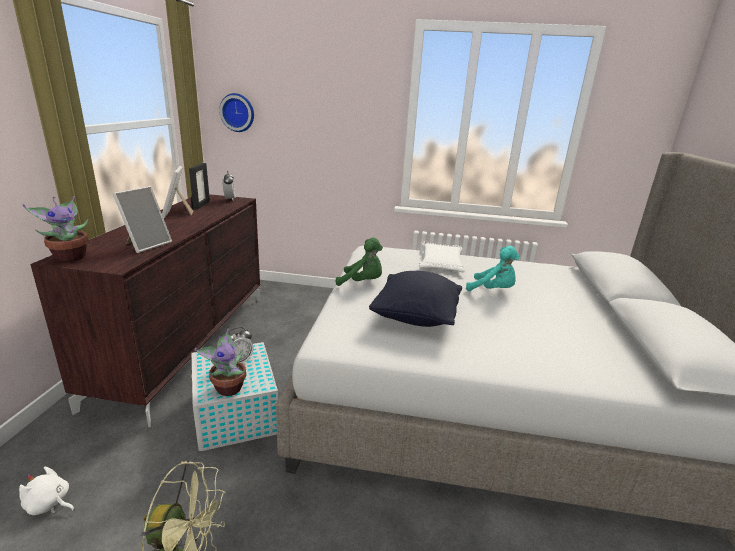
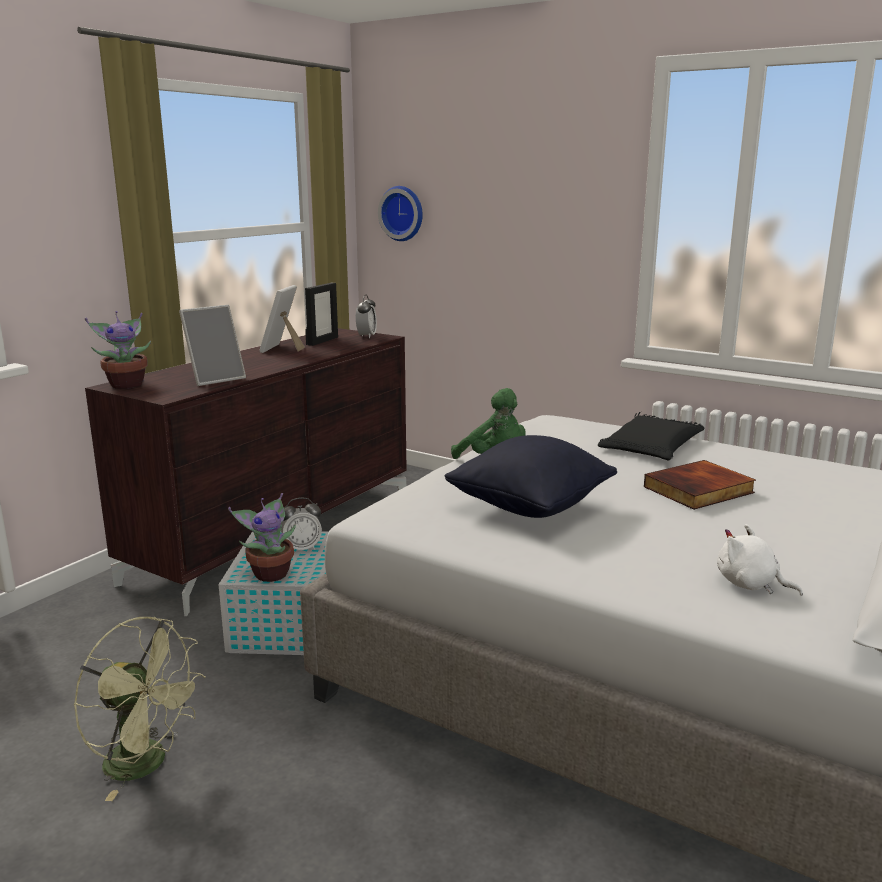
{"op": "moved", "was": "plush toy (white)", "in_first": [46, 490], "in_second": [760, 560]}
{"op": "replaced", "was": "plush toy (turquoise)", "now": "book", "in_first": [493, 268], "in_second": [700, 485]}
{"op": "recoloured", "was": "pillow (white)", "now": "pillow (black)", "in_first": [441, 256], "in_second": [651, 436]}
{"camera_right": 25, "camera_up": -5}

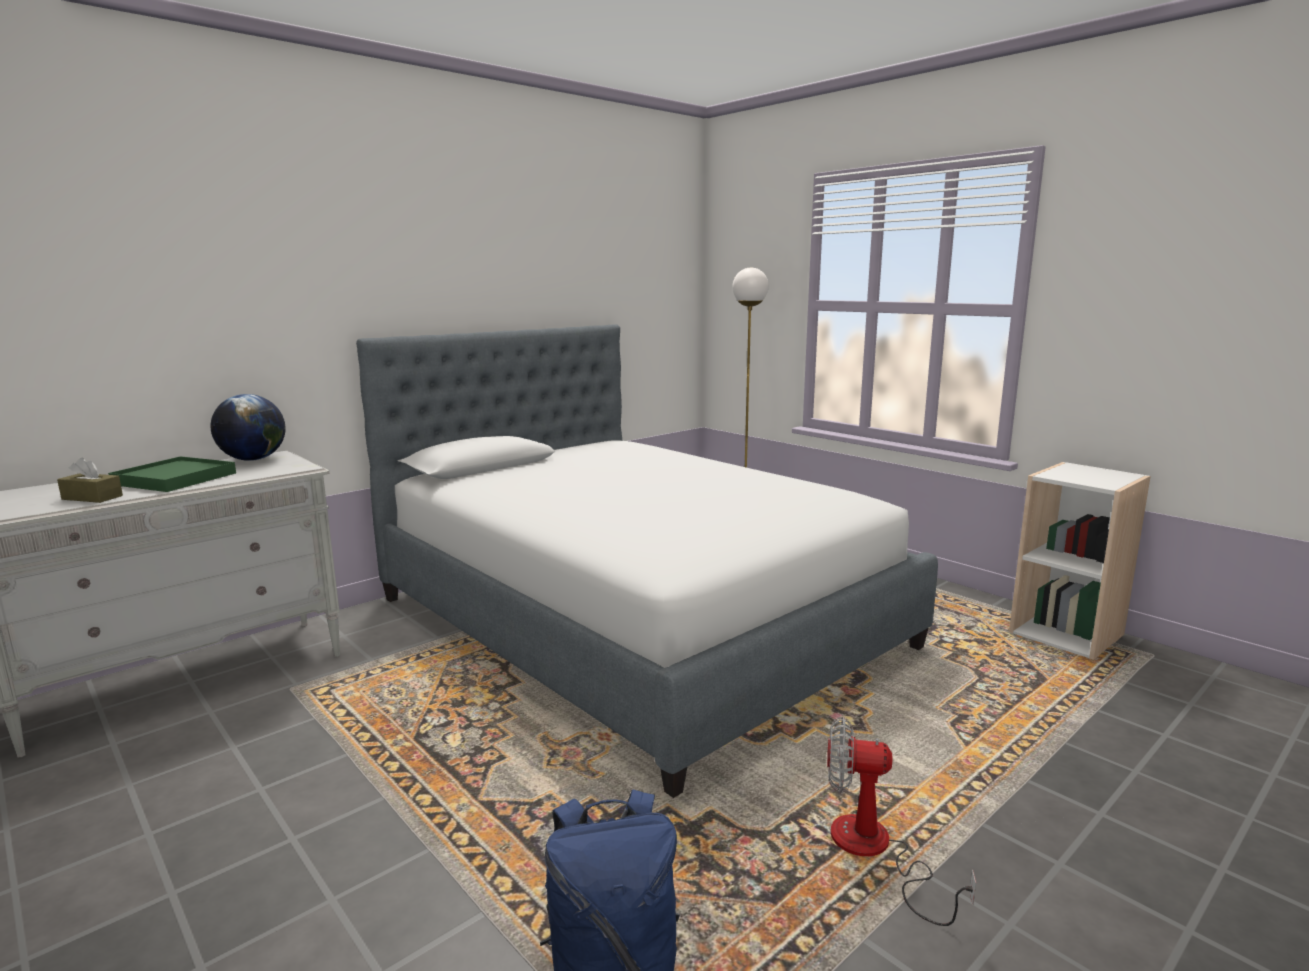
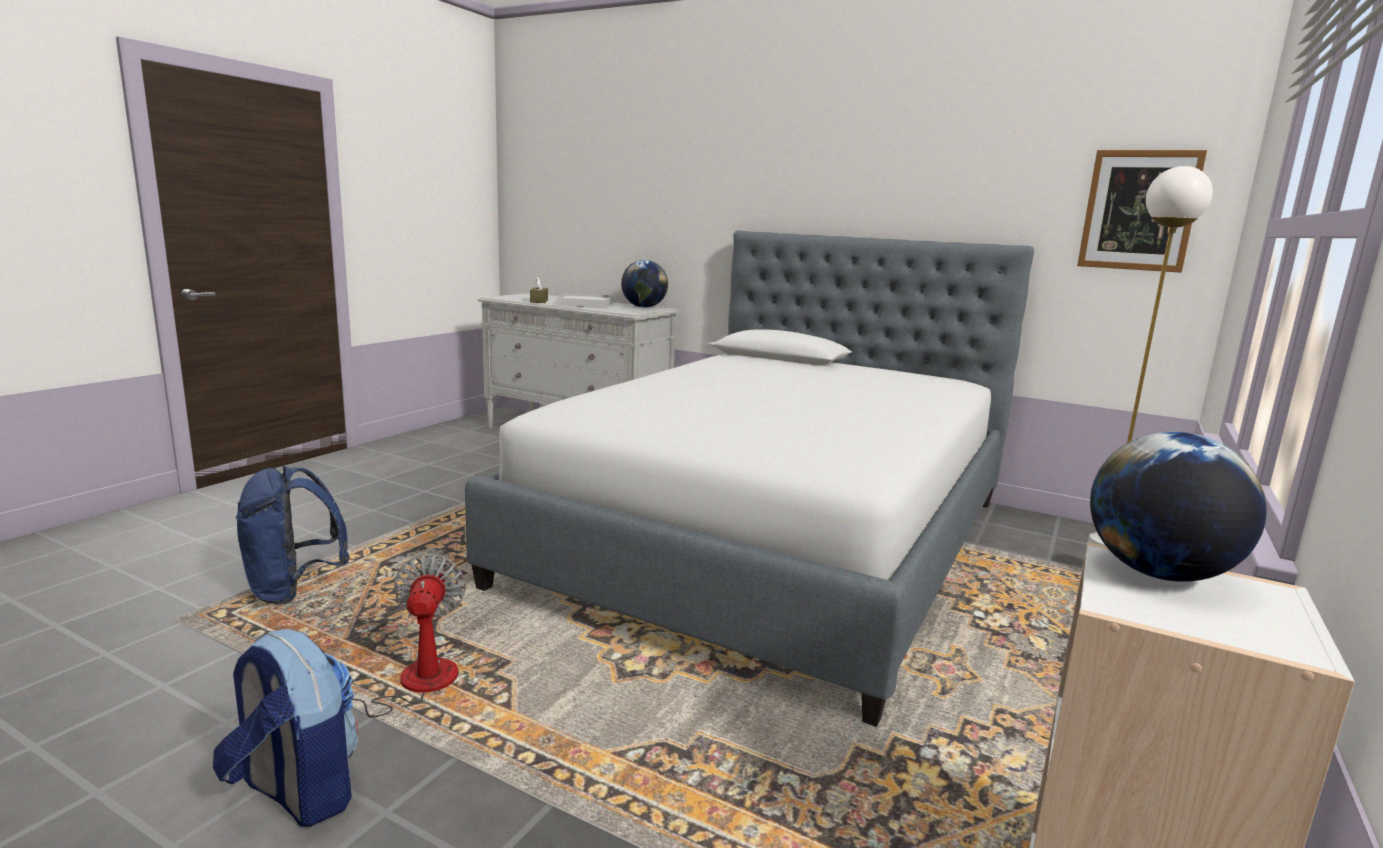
{"op": "added", "now": "backpack", "in_second": [285, 728]}
{"op": "added", "now": "picture", "in_second": [1142, 211]}
{"op": "added", "now": "globe", "in_second": [1178, 507]}
{"op": "recoloured", "was": "tray (green)", "now": "tray (white)", "in_first": [172, 474], "in_second": [584, 300]}
{"camera_right": 70, "camera_up": 0}

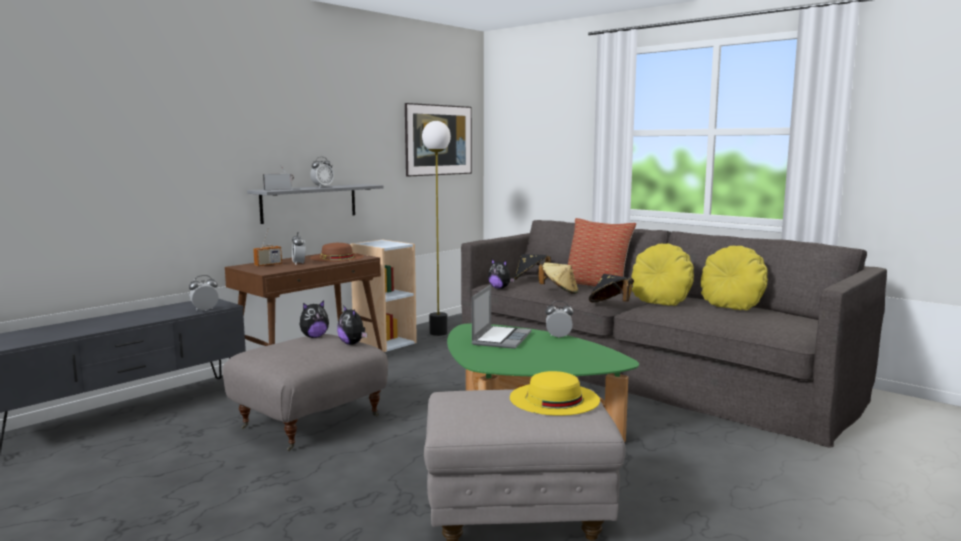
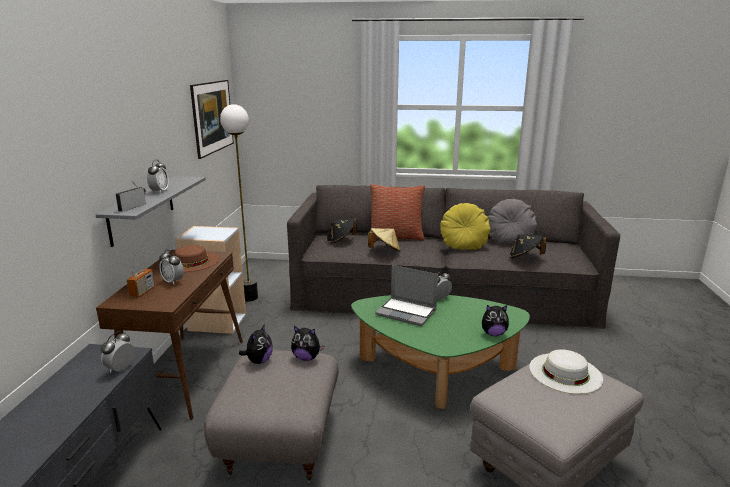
{"op": "moved", "was": "plush toy", "in_first": [501, 274], "in_second": [495, 320]}
{"op": "moved", "was": "hat (black)", "in_first": [611, 288], "in_second": [528, 246]}
{"op": "recoloured", "was": "hat (yellow)", "now": "hat (white)", "in_first": [555, 393], "in_second": [566, 371]}
{"op": "recoloured", "was": "pillow (yellow)", "now": "pillow (grey)", "in_first": [734, 278], "in_second": [512, 222]}
{"op": "turned", "was": "laptop", "in_first": [501, 317], "in_second": [406, 295], "clockwise": 135}
{"camera_right": -35, "camera_up": 10}

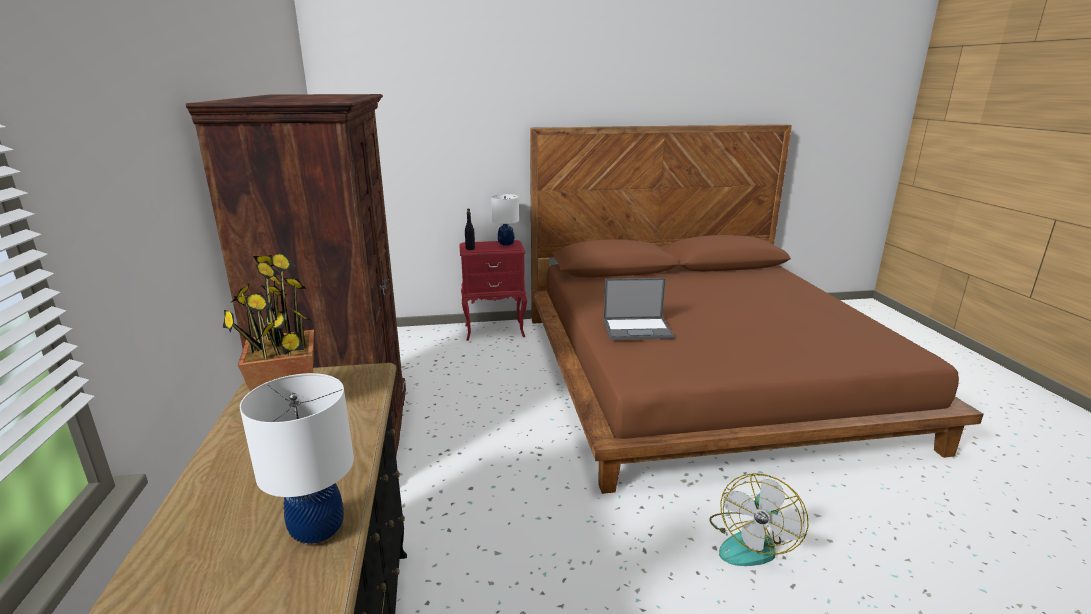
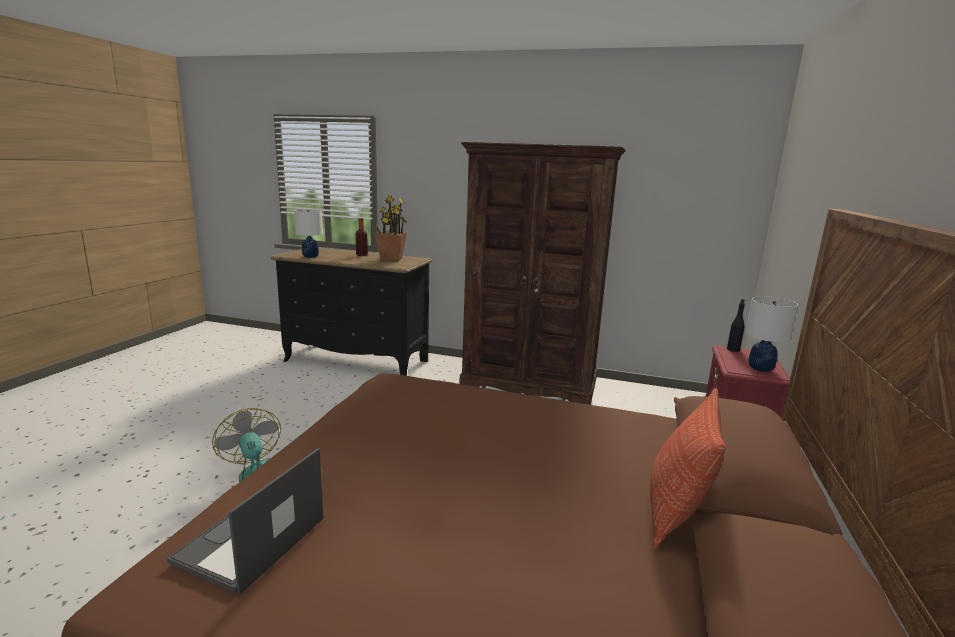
{"op": "added", "now": "bottle", "in_second": [361, 237]}
{"op": "added", "now": "pillow (orange)", "in_second": [688, 468]}
{"op": "moved", "was": "laptop", "in_first": [638, 309], "in_second": [245, 521]}
{"camera_right": 115, "camera_up": -5}

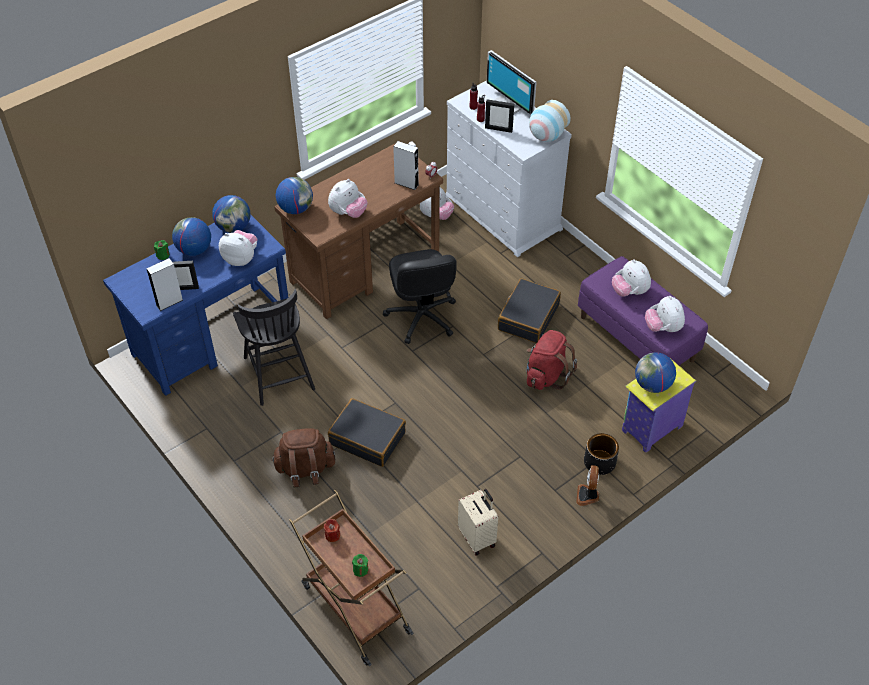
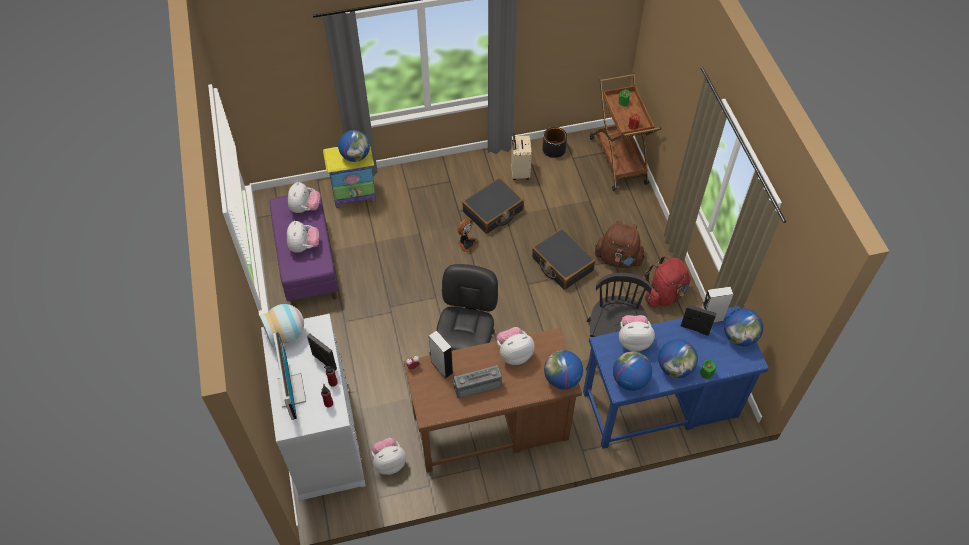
{"op": "added", "now": "radio", "in_second": [477, 381]}
{"op": "added", "now": "globe", "in_second": [743, 327]}
{"op": "moved", "was": "suitcase (black)", "in_first": [529, 310], "in_second": [493, 206]}
{"op": "moved", "was": "backpack (red)", "in_first": [551, 360], "in_second": [668, 281]}
{"op": "moved", "was": "fan", "in_first": [587, 485], "in_second": [467, 235]}
{"op": "moved", "was": "planter (black)", "in_first": [601, 454], "in_second": [554, 142]}
{"op": "turned", "was": "plush toy", "in_first": [238, 248], "in_second": [637, 333], "clockwise": 135}
{"camera_right": -155, "camera_up": 5}

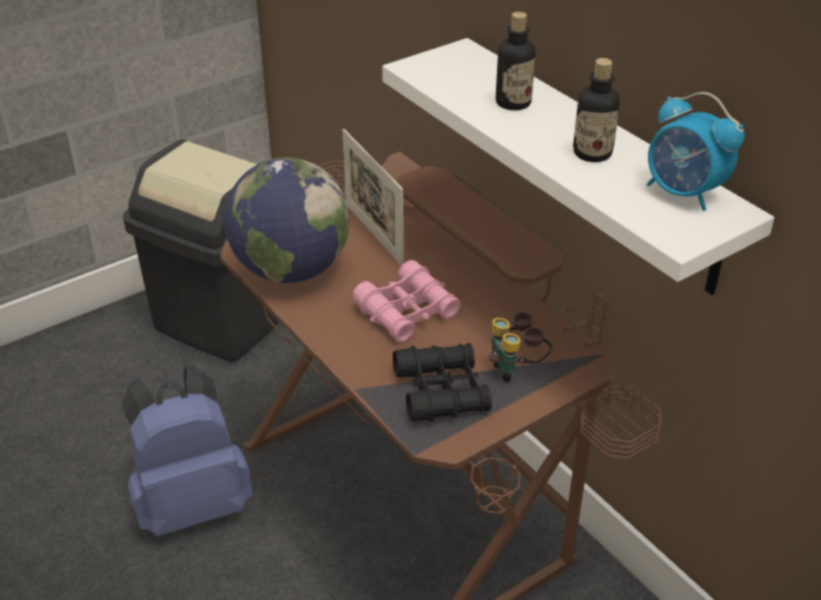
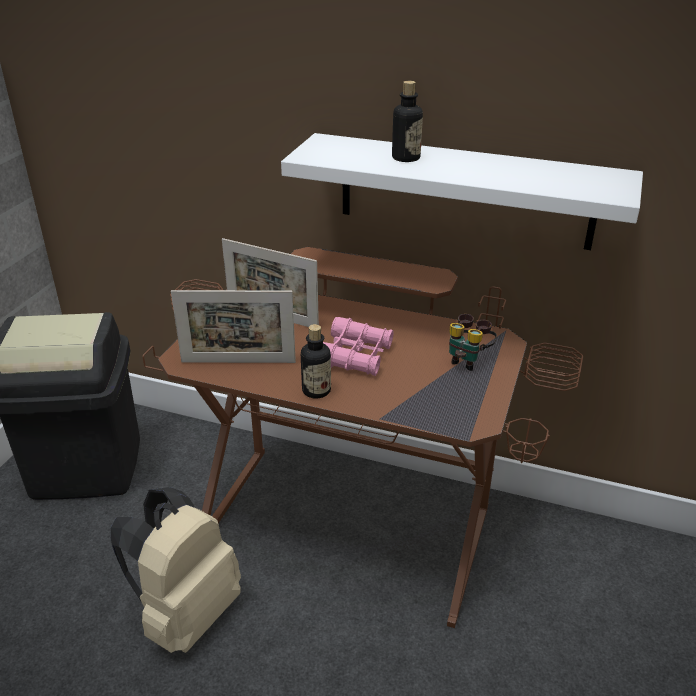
{"op": "removed", "was": "binoculars (black)", "in_first": [442, 382]}
{"op": "removed", "was": "alarm clock", "in_first": [696, 151]}
{"op": "moved", "was": "bottle", "in_first": [596, 110], "in_second": [316, 361]}
{"op": "replaced", "was": "globe", "now": "picture frame", "in_first": [287, 220], "in_second": [233, 326]}
{"op": "recoloured", "was": "backpack (blue)", "now": "backpack (beige)", "in_first": [186, 450], "in_second": [176, 570]}
{"camera_right": -35, "camera_up": -5}

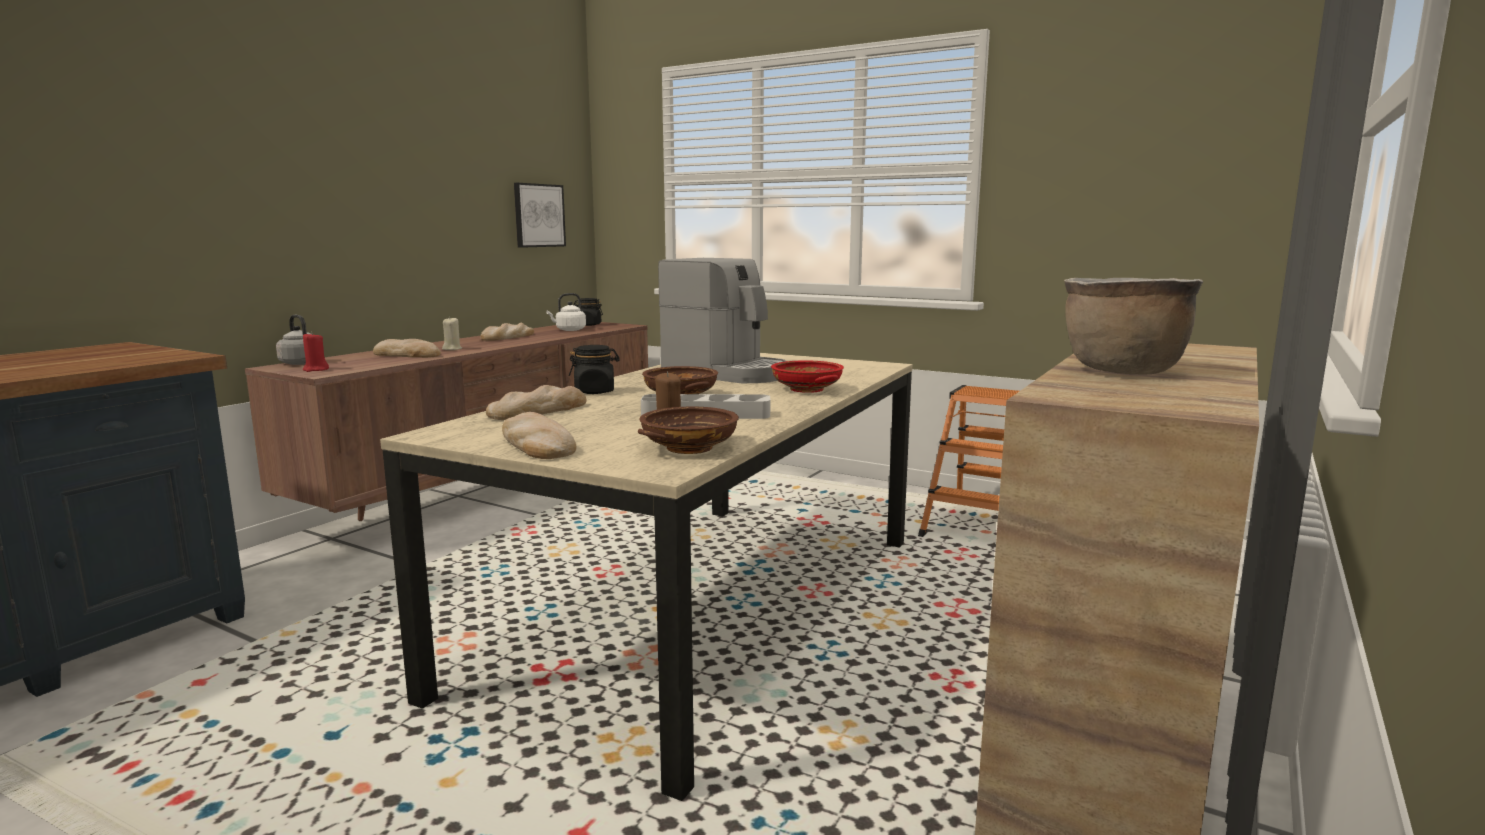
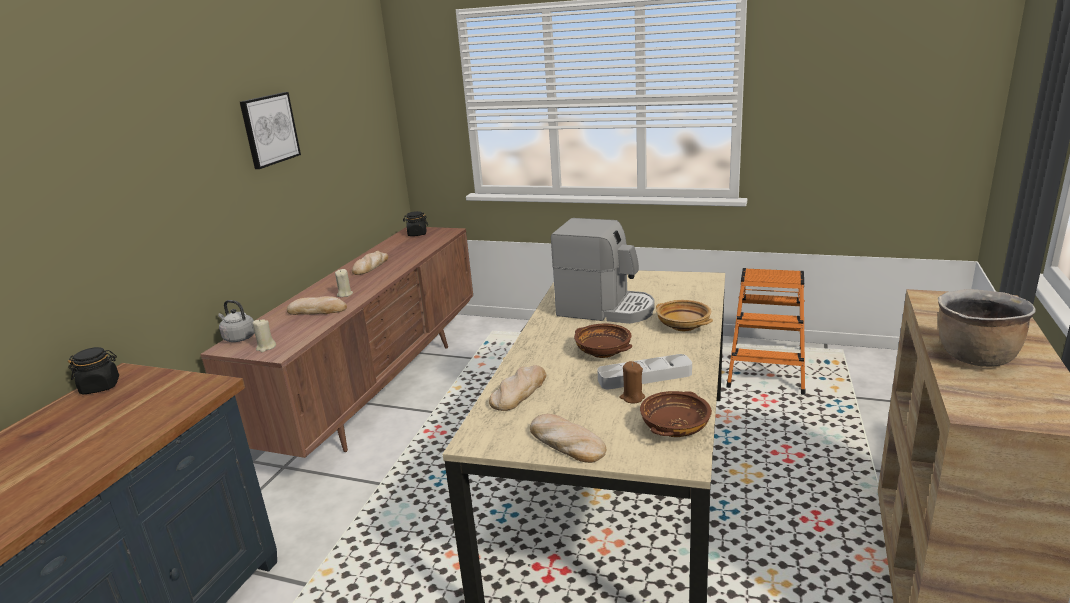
{"op": "removed", "was": "kettle (white)", "in_first": [566, 312]}
{"op": "moved", "was": "picture", "in_first": [540, 215], "in_second": [270, 130]}
{"op": "moved", "was": "jar (black)", "in_first": [594, 369], "in_second": [93, 370]}
{"op": "recoloured", "was": "candle (red)", "now": "candle (beige)", "in_first": [316, 352], "in_second": [264, 335]}
{"op": "recoloured", "was": "bowl (red)", "now": "bowl (beige)", "in_first": [807, 376], "in_second": [684, 315]}
{"camera_right": -10, "camera_up": 10}

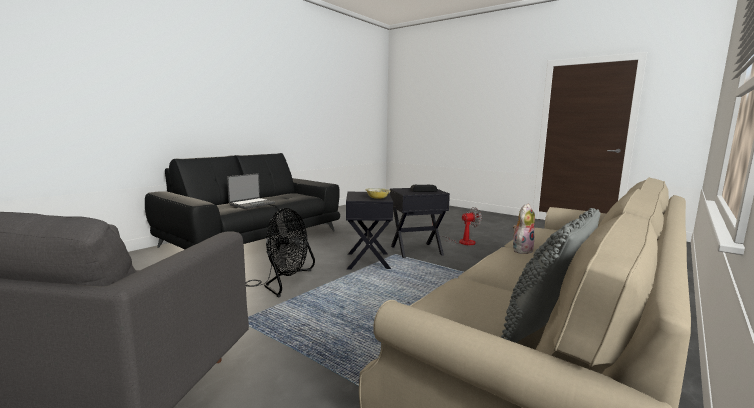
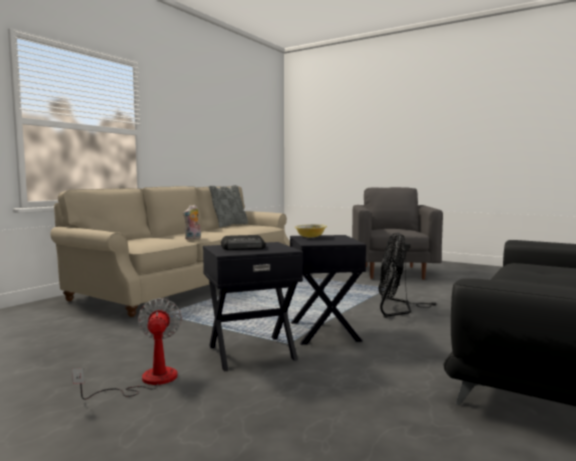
{"op": "removed", "was": "laptop", "in_first": [251, 191]}
{"op": "turned", "was": "fan", "in_first": [457, 226], "in_second": [127, 349], "clockwise": 105}
{"camera_right": 175, "camera_up": -5}

